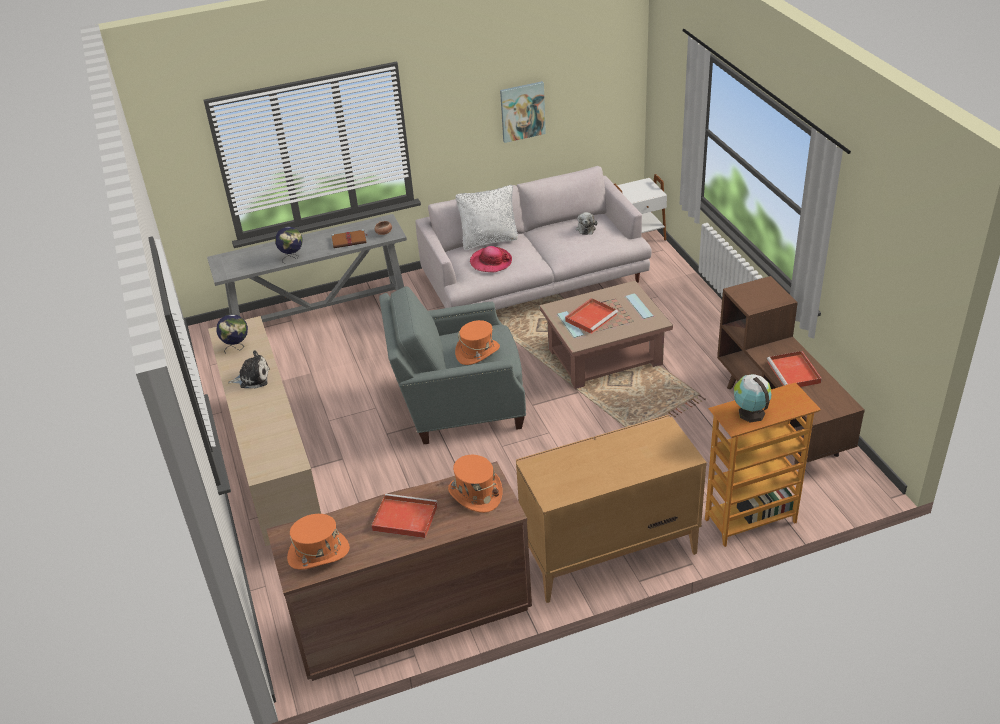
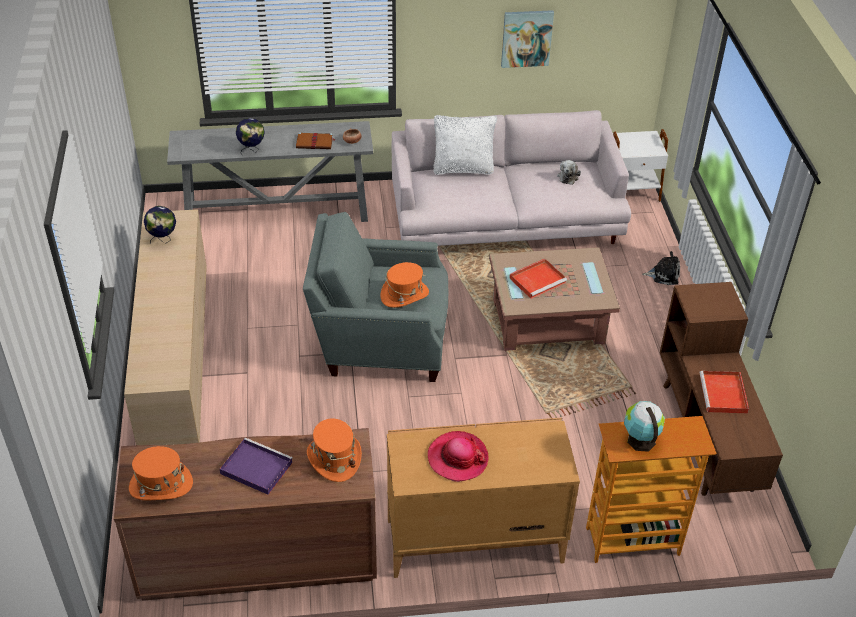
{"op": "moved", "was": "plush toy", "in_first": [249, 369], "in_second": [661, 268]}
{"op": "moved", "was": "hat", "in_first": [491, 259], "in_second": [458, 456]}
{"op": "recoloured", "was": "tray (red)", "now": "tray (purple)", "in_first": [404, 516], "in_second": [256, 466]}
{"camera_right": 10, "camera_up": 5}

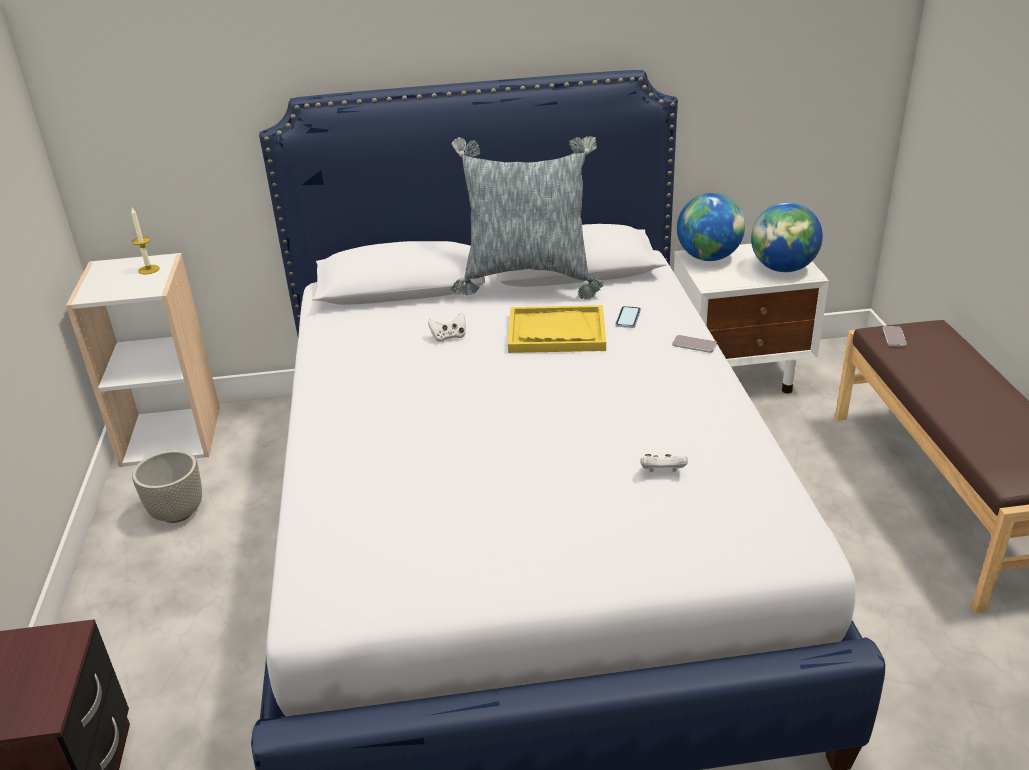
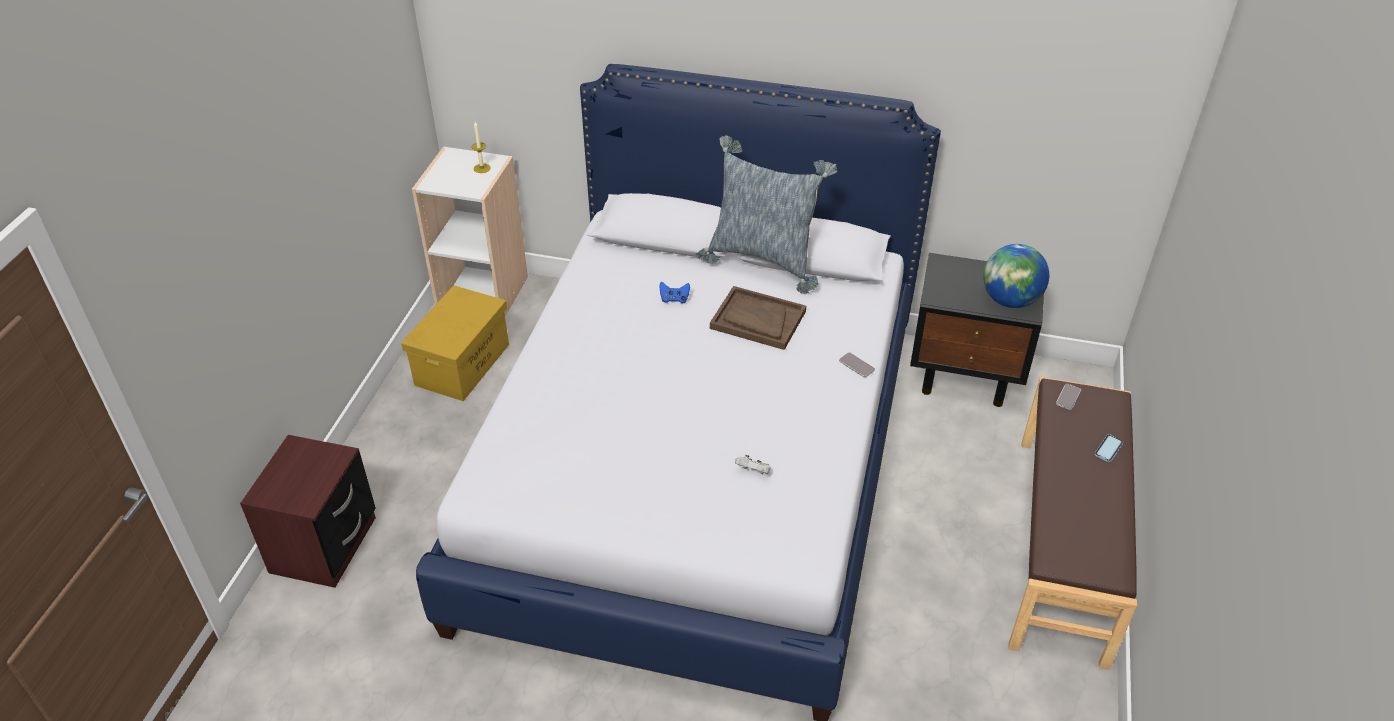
{"op": "removed", "was": "globe", "in_first": [711, 227]}
{"op": "moved", "was": "phone", "in_first": [628, 317], "in_second": [1109, 448]}
{"op": "replaced", "was": "planter (grey)", "now": "storage box (yellow)", "in_first": [167, 486], "in_second": [455, 343]}
{"op": "recoloured", "was": "game controller (white)", "now": "game controller (blue)", "in_first": [447, 327], "in_second": [674, 293]}
{"op": "recoloured", "was": "tray (yellow)", "now": "tray (brown)", "in_first": [557, 329], "in_second": [758, 318]}
{"op": "recoloured", "was": "nightstand (white)", "now": "nightstand (black)", "in_first": [751, 318], "in_second": [977, 330]}
{"camera_right": 20, "camera_up": 10}

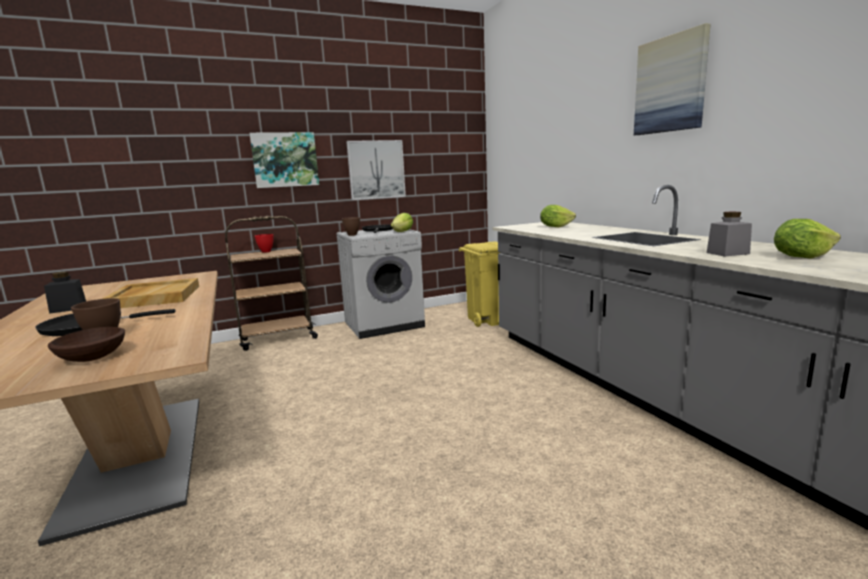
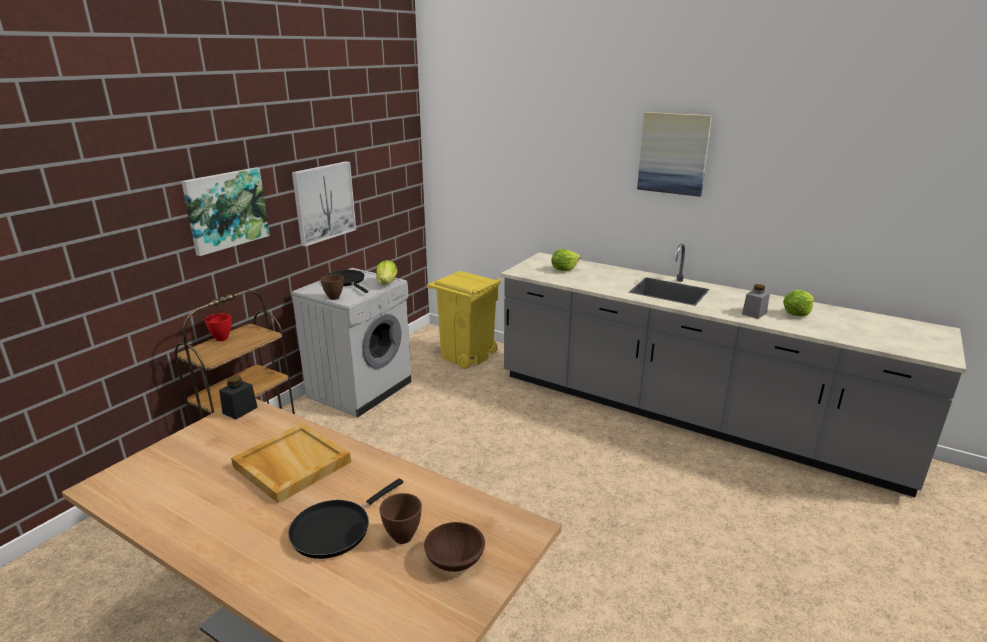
{"op": "moved", "was": "jar (black)", "in_first": [65, 292], "in_second": [238, 397]}
{"camera_right": -35, "camera_up": 10}

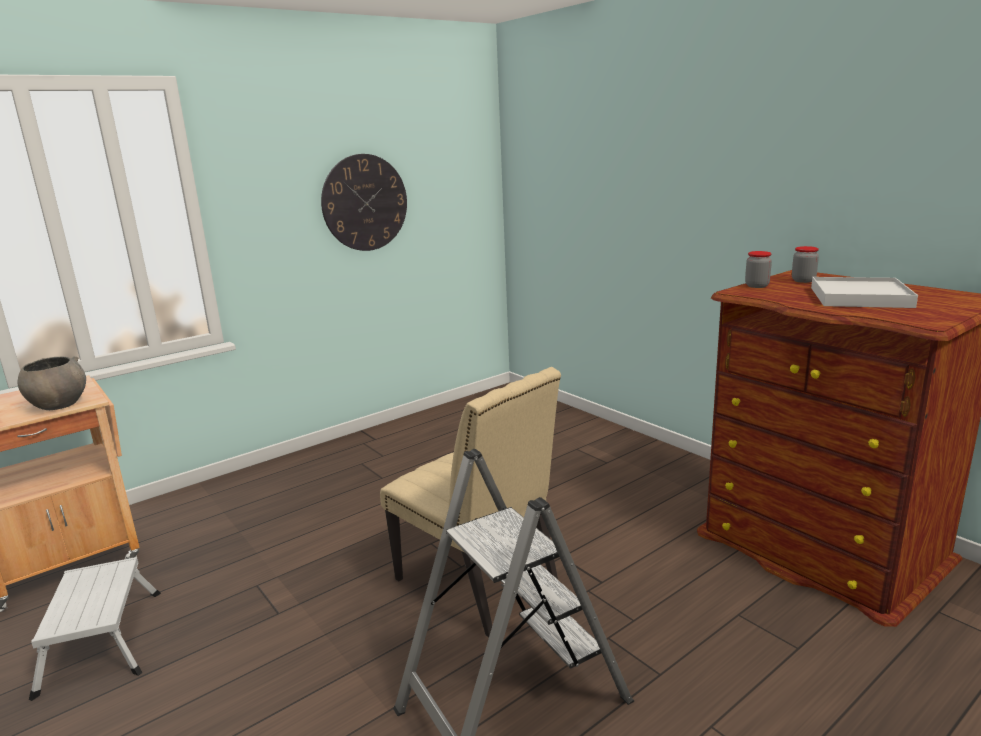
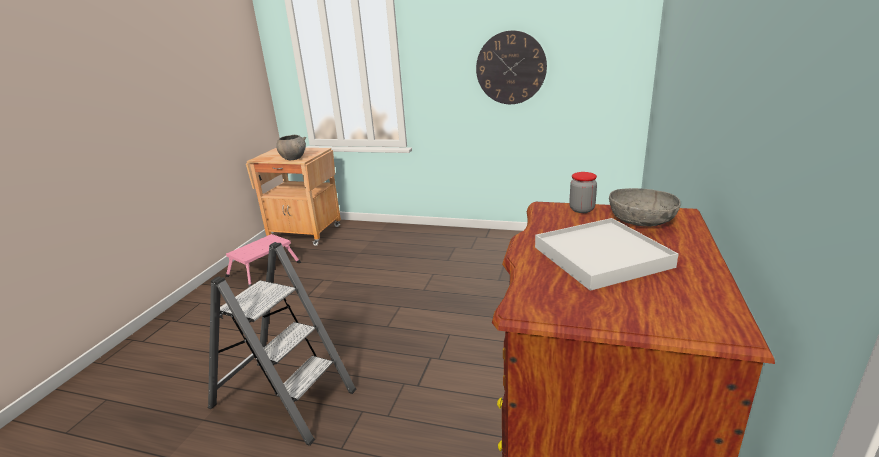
{"op": "removed", "was": "chair (beige)", "in_first": [470, 502]}
{"op": "replaced", "was": "jar", "now": "bowl (grey)", "in_first": [805, 264], "in_second": [645, 207]}
{"op": "recoloured", "was": "step ladder (white)", "now": "step ladder (pink)", "in_first": [95, 629], "in_second": [263, 260]}
{"camera_right": 55, "camera_up": 5}

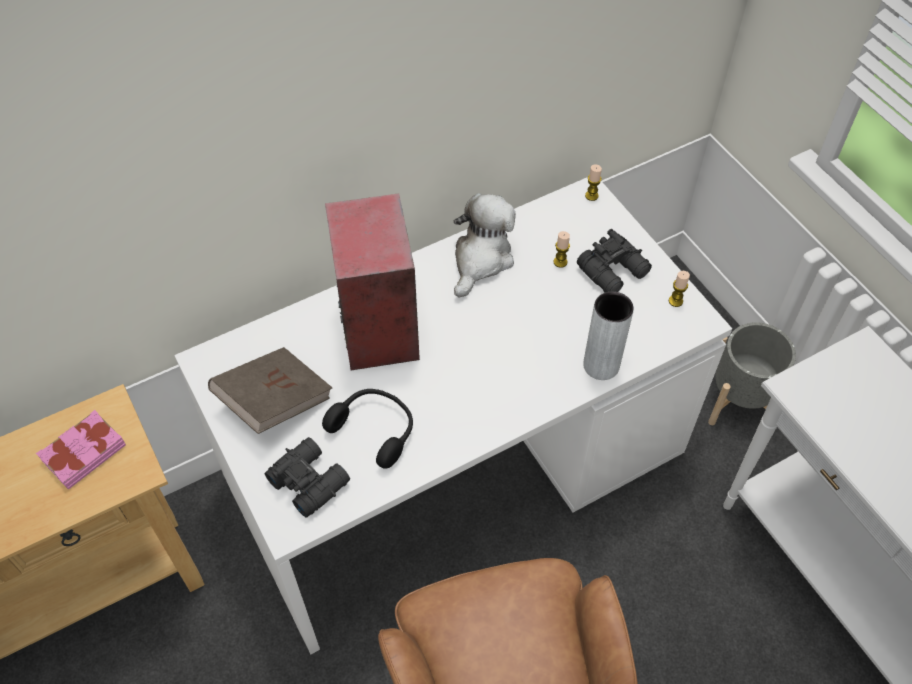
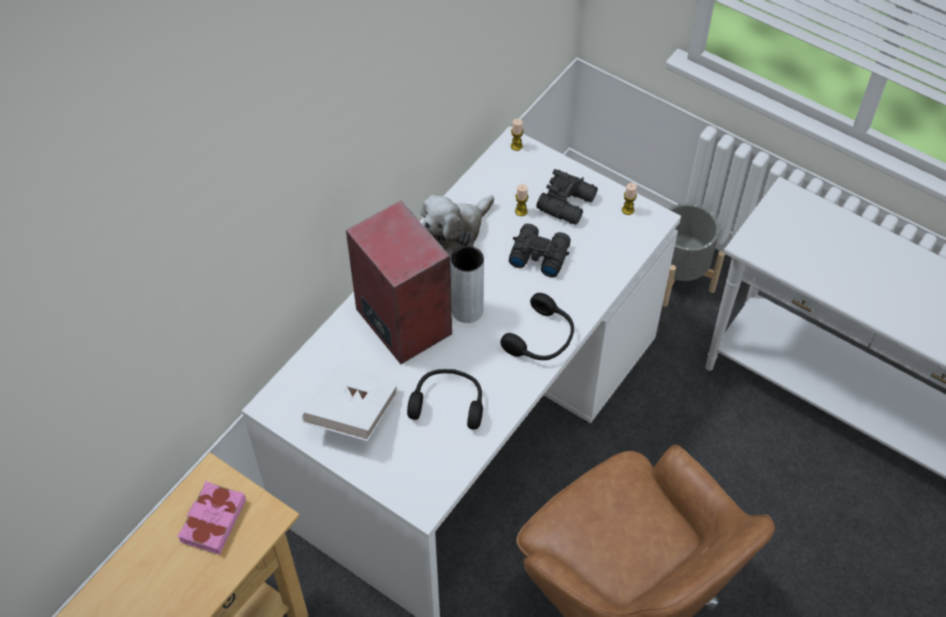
{"op": "added", "now": "headphones (black)", "in_second": [537, 326]}
{"op": "moved", "was": "binoculars (black)", "in_first": [307, 477], "in_second": [540, 250]}
{"op": "moved", "was": "vase (grey)", "in_first": [608, 335], "in_second": [467, 284]}
{"op": "recoloured", "was": "book (brown)", "now": "book (white)", "in_first": [270, 390], "in_second": [350, 403]}
{"op": "turned", "was": "plush toy", "in_first": [485, 245], "in_second": [457, 226], "clockwise": -135}
{"camera_right": -25, "camera_up": 0}

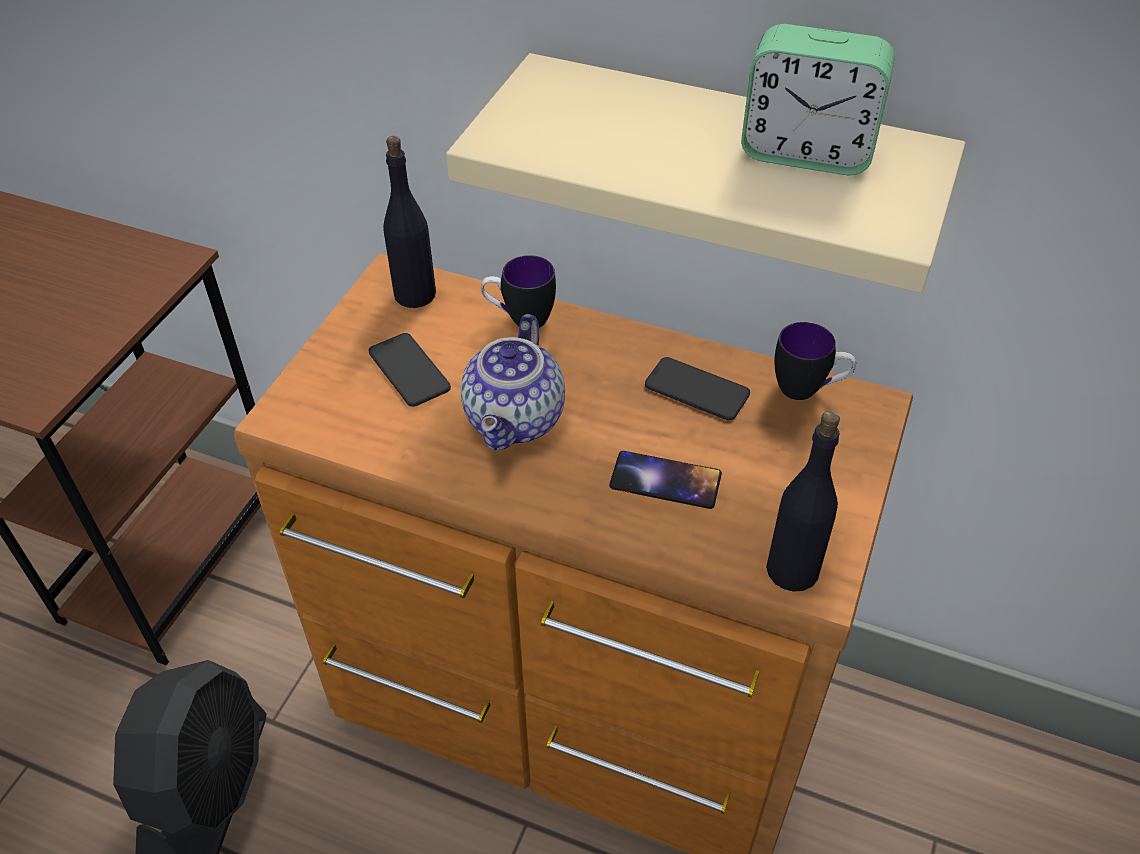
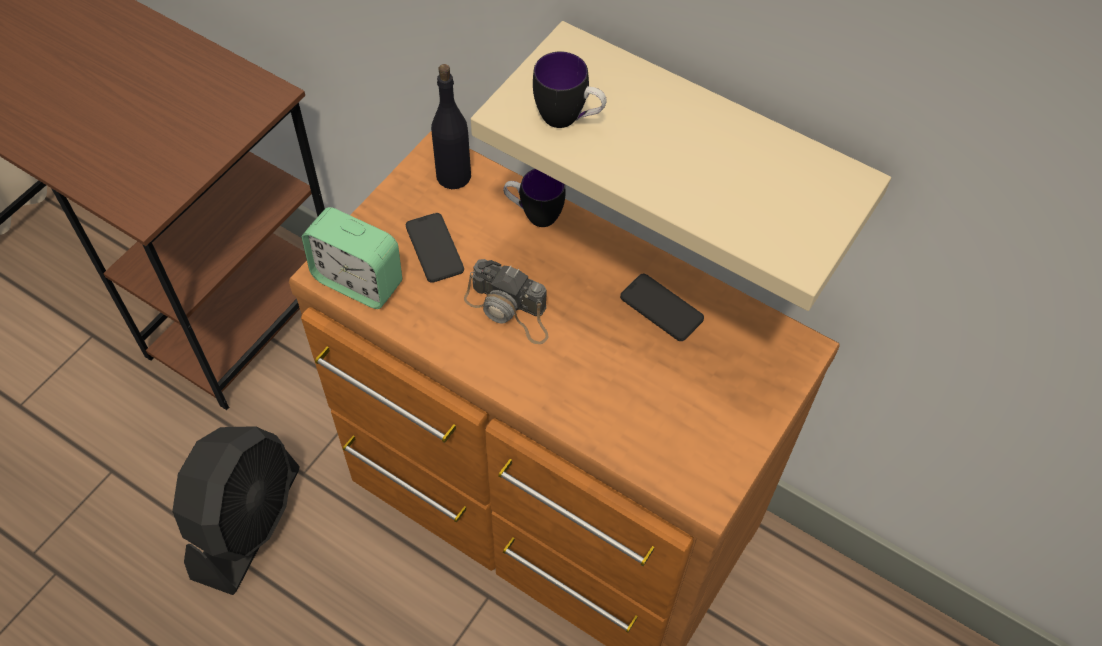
{"op": "removed", "was": "phone", "in_first": [665, 480]}
{"op": "removed", "was": "bottle (black)", "in_first": [803, 501]}
{"op": "moved", "was": "alarm clock", "in_first": [818, 100], "in_second": [352, 258]}
{"op": "moved", "was": "mug", "in_first": [815, 361], "in_second": [570, 89]}
{"op": "replaced", "was": "teapot", "now": "photo camera", "in_first": [513, 382], "in_second": [506, 301]}
{"camera_right": 10, "camera_up": 10}

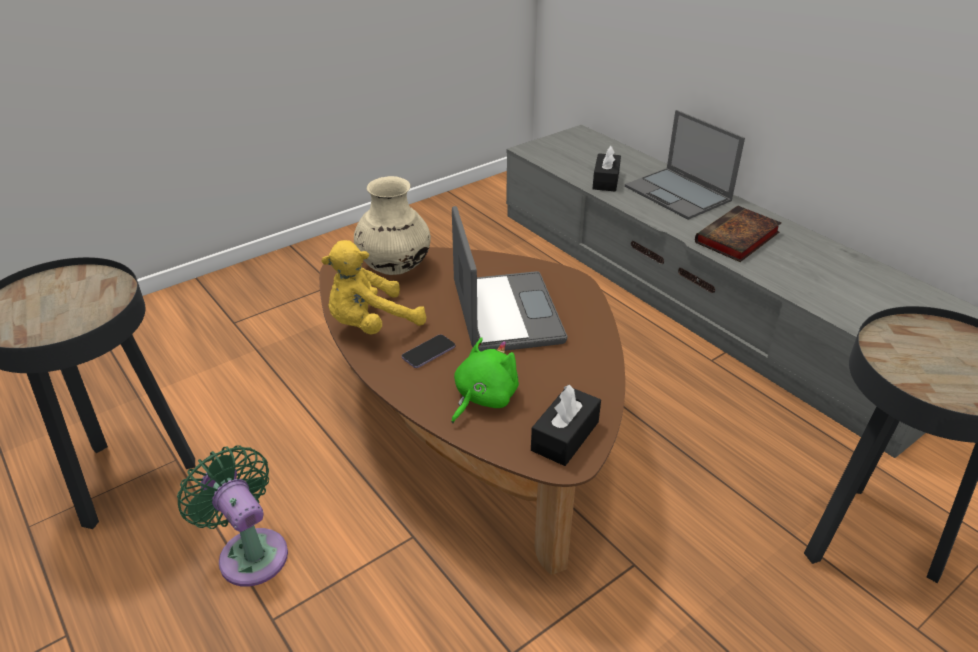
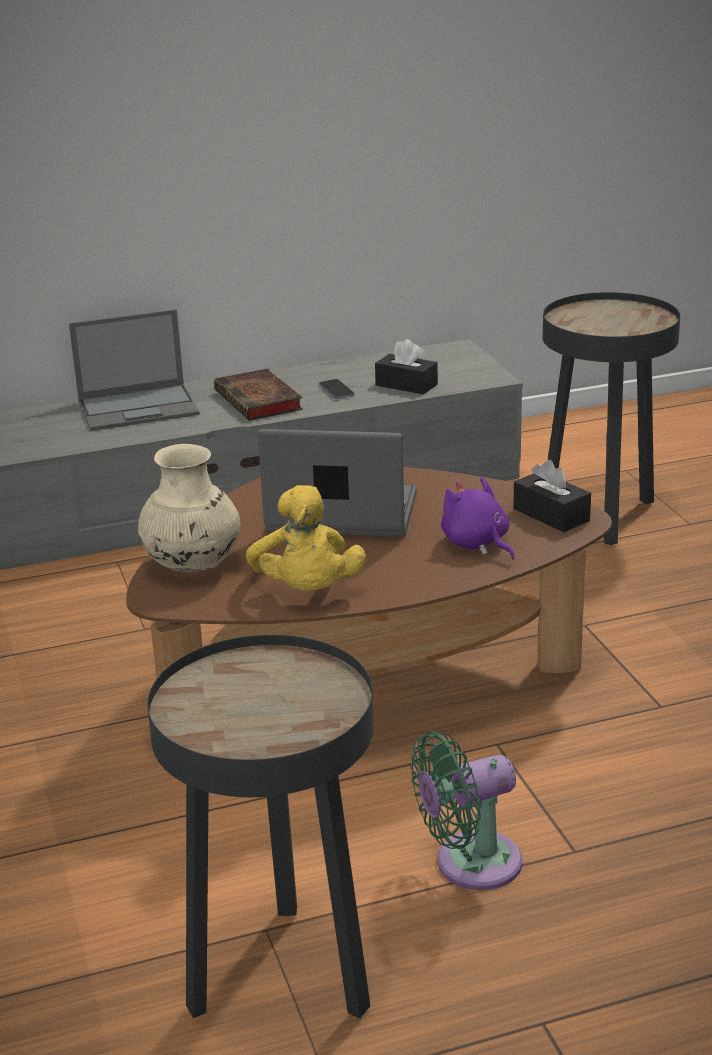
{"op": "moved", "was": "phone", "in_first": [428, 351], "in_second": [336, 389]}
{"op": "moved", "was": "tissue box (black)", "in_first": [606, 169], "in_second": [406, 366]}
{"op": "recoloured", "was": "plush toy (green)", "now": "plush toy (purple)", "in_first": [485, 380], "in_second": [477, 518]}
{"camera_right": -70, "camera_up": -10}

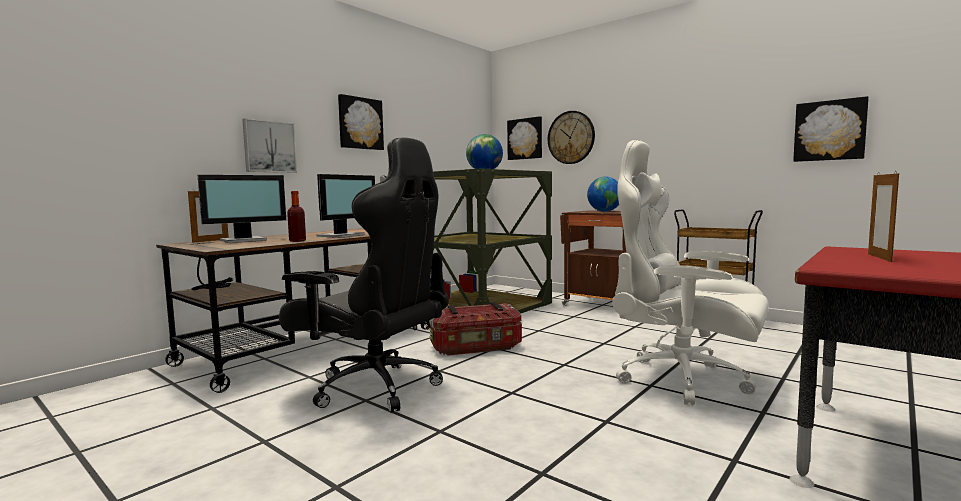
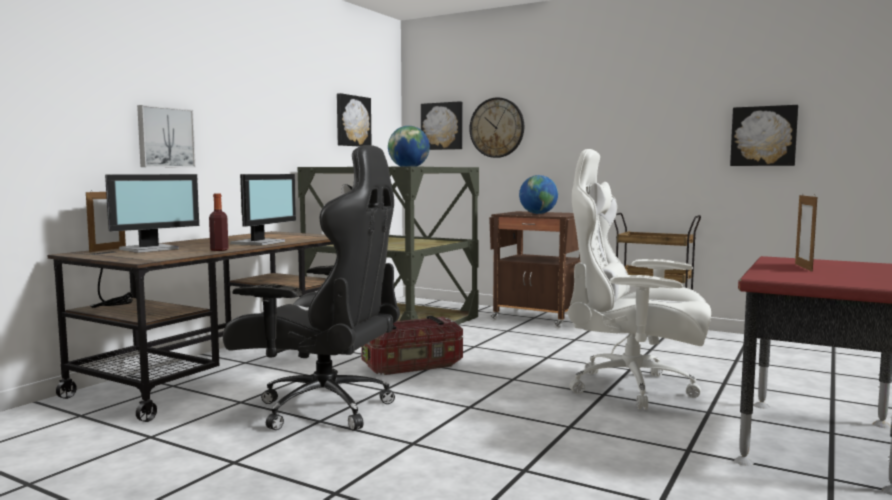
{"op": "moved", "was": "picture", "in_first": [361, 122], "in_second": [354, 119]}
{"camera_right": -10, "camera_up": 0}

